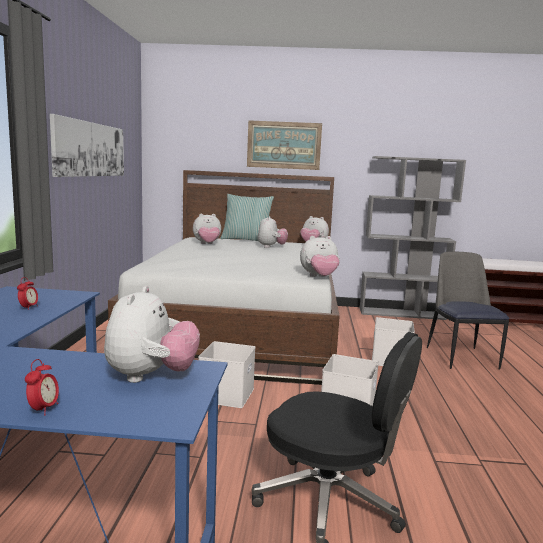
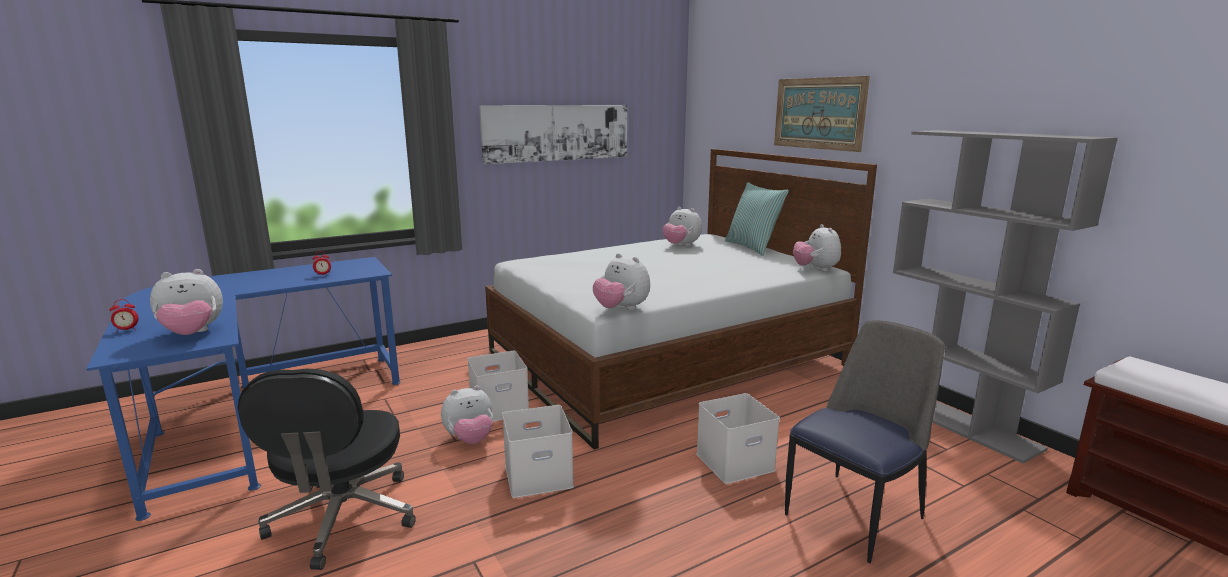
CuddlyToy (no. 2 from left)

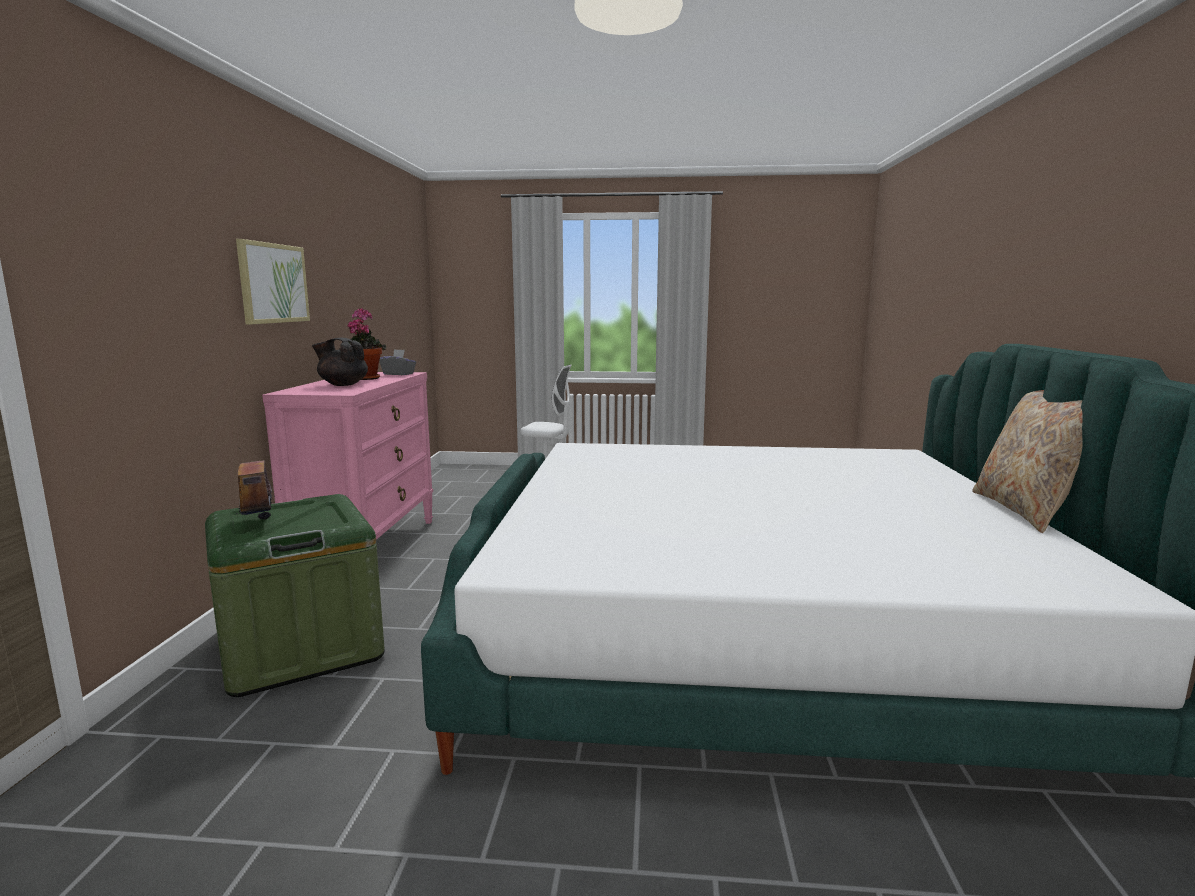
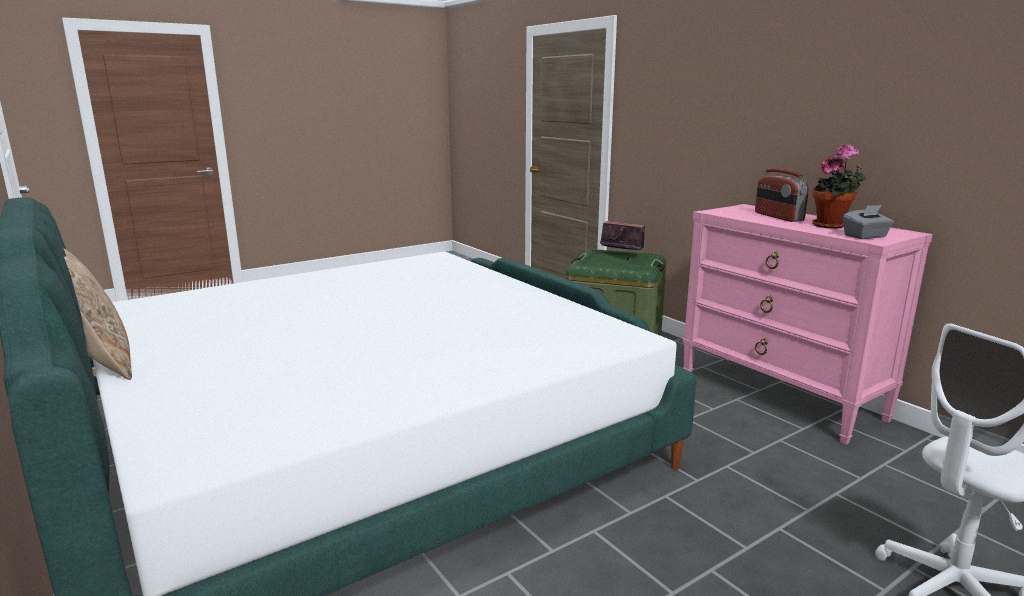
WallArt
RadioReceiver (no. 2 from left)

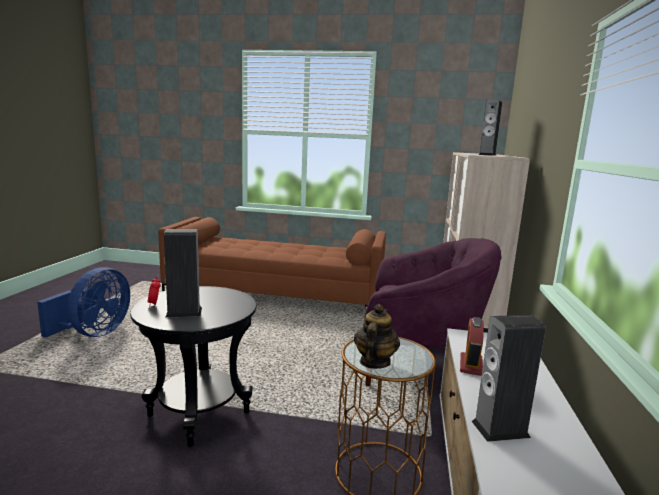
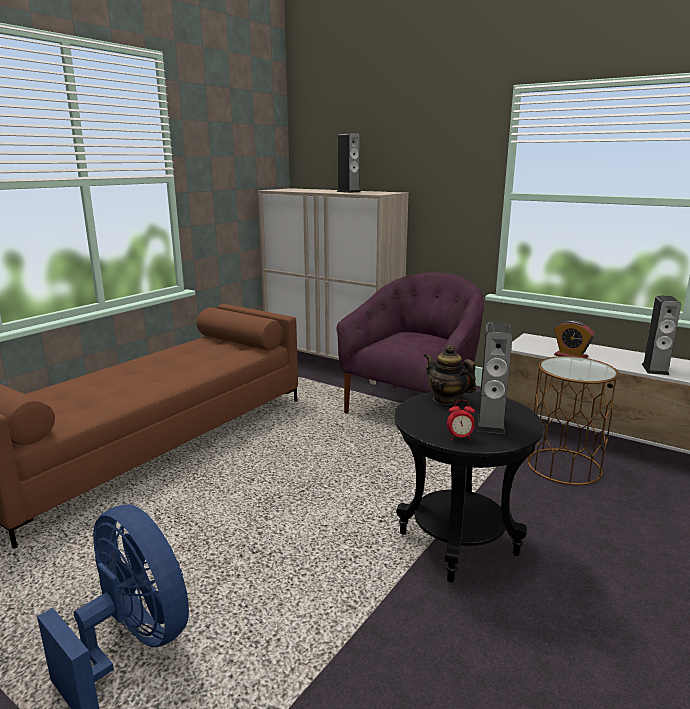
PotForTea

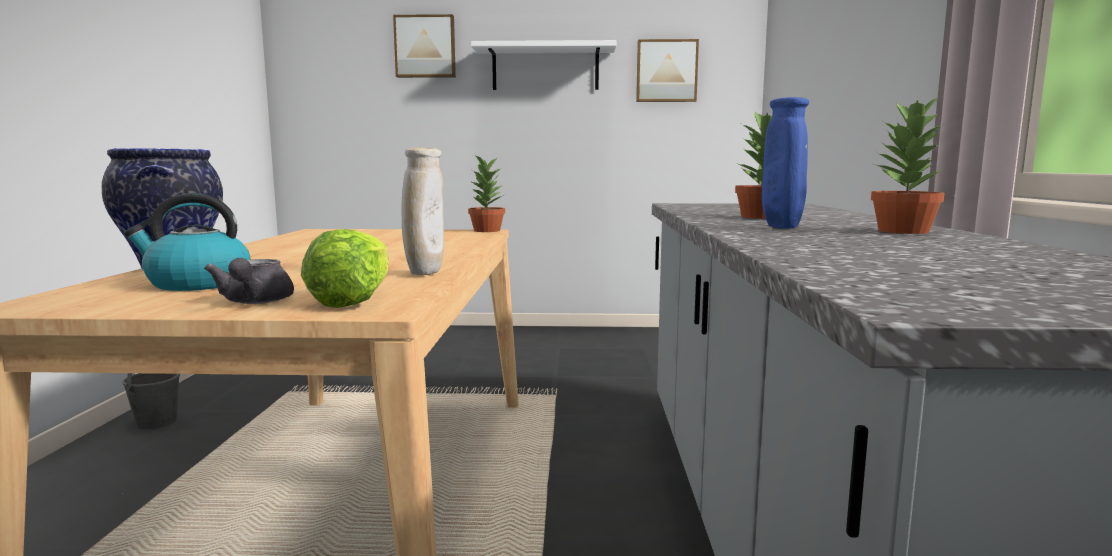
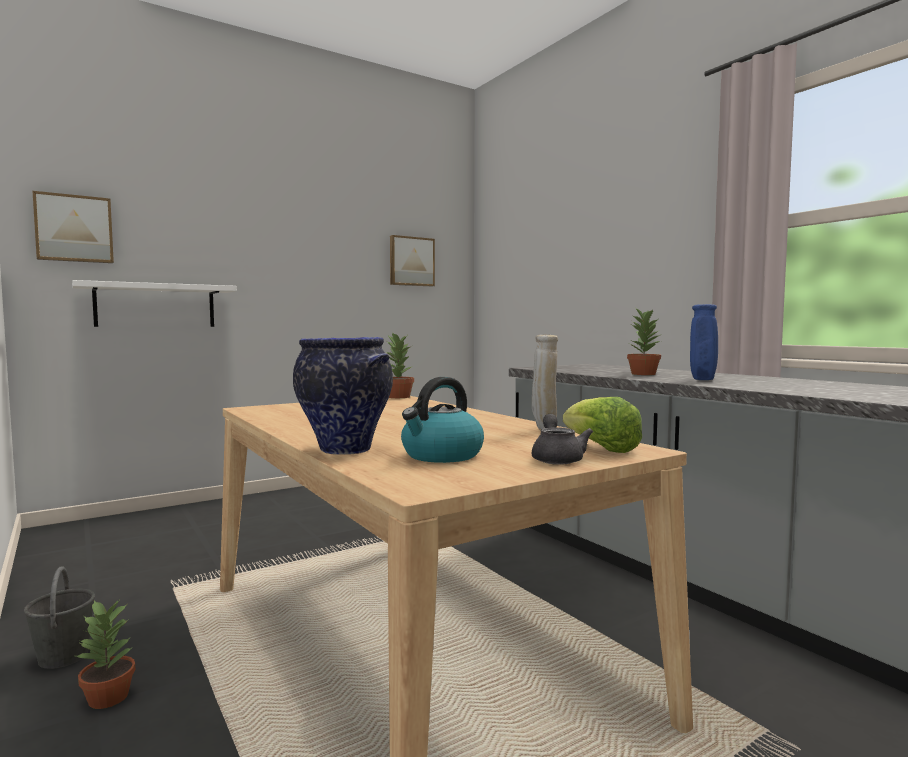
GrayPotForTea
WallArt (no. 1 from left)
WhitishBracketShelf
Houseplant (no. 1 from left)

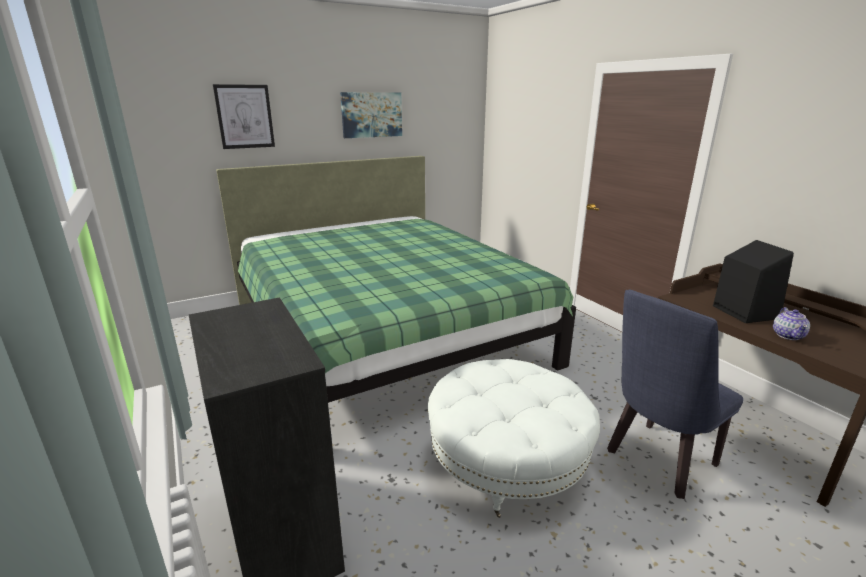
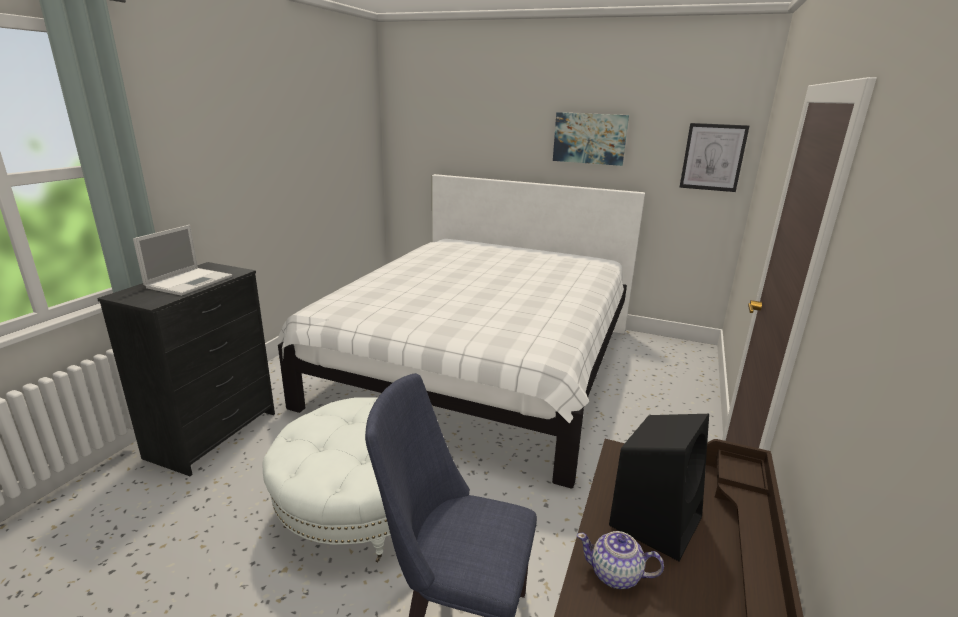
WallArt (no. 2 from left)
WhitishBedroomBed
PotForTea
PortableComputer

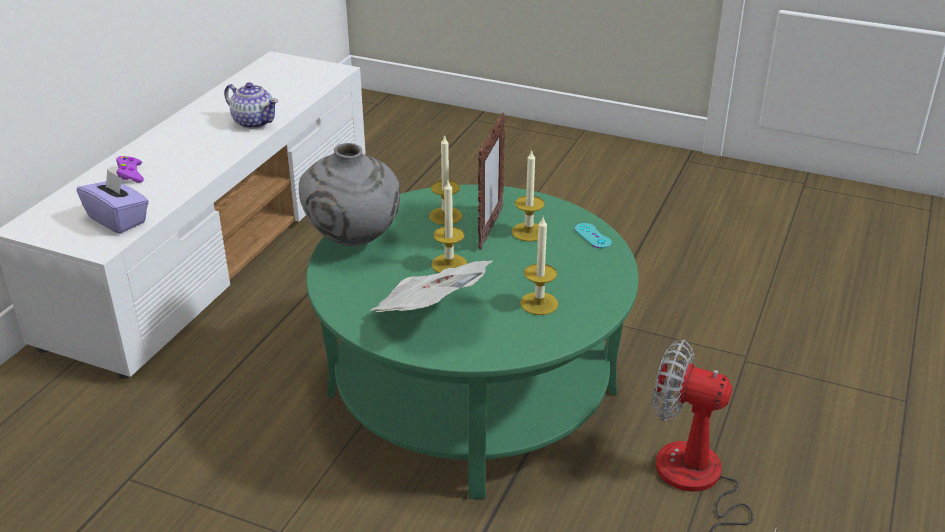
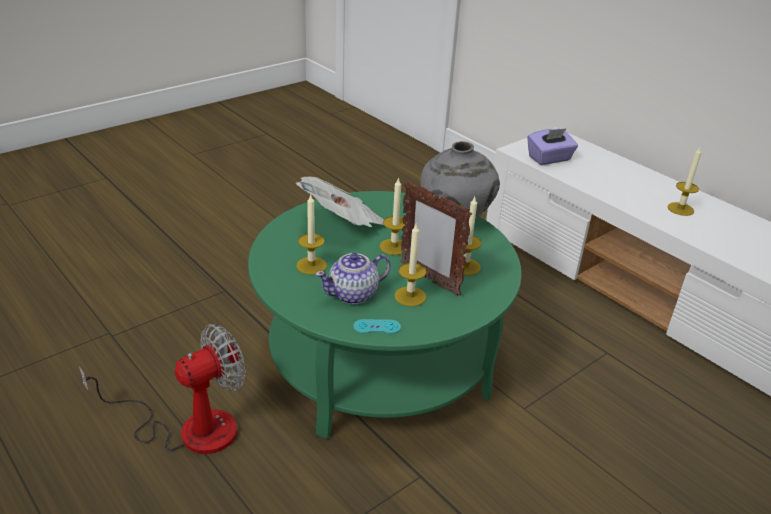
PurpleColouredJoypad
PotForTea
Candle (no. 5 from left)

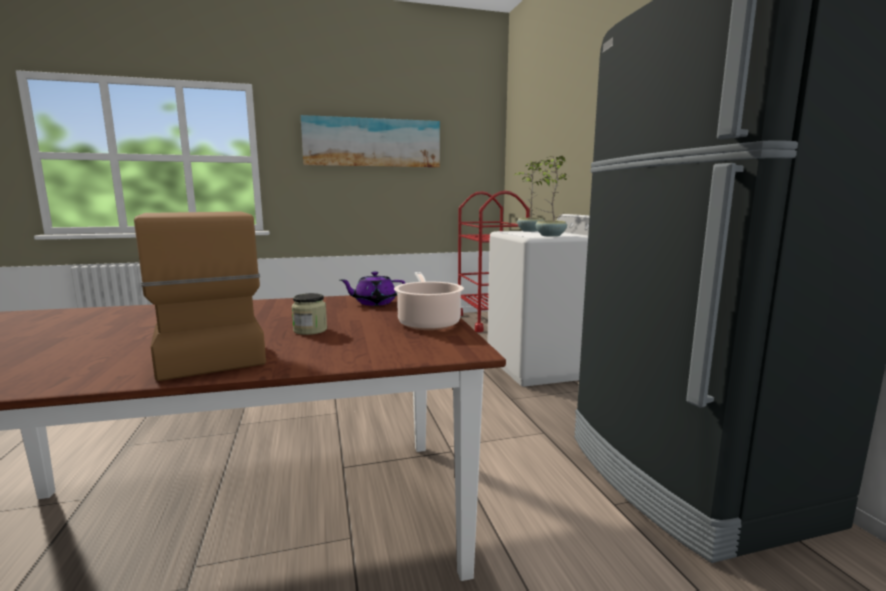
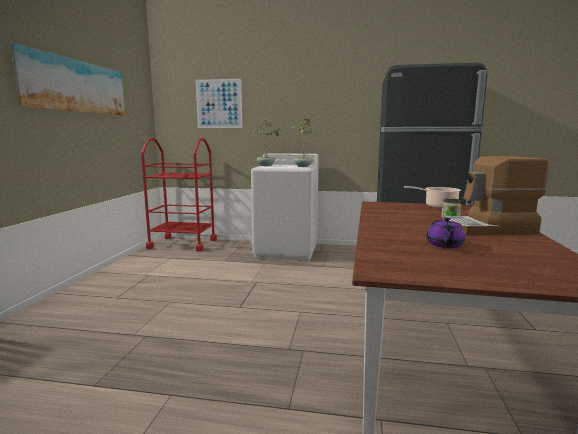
PurpleColouredPotForTea
WallArt (no. 2 from left)

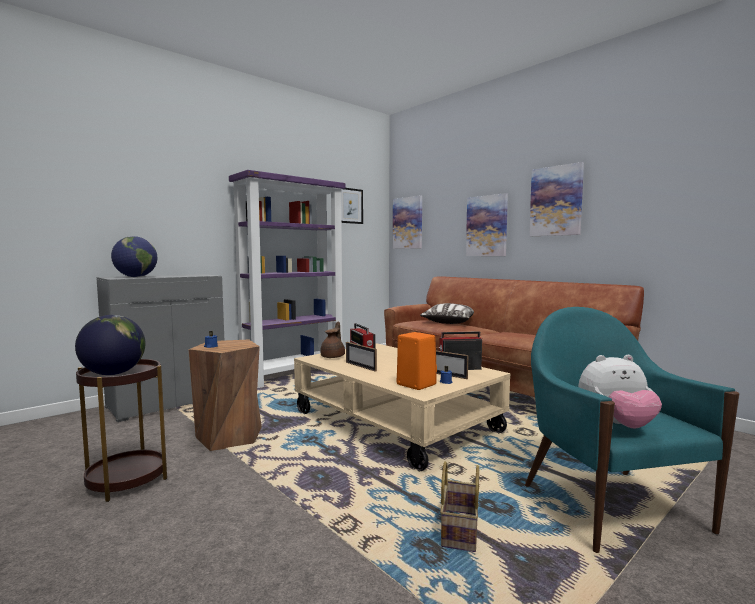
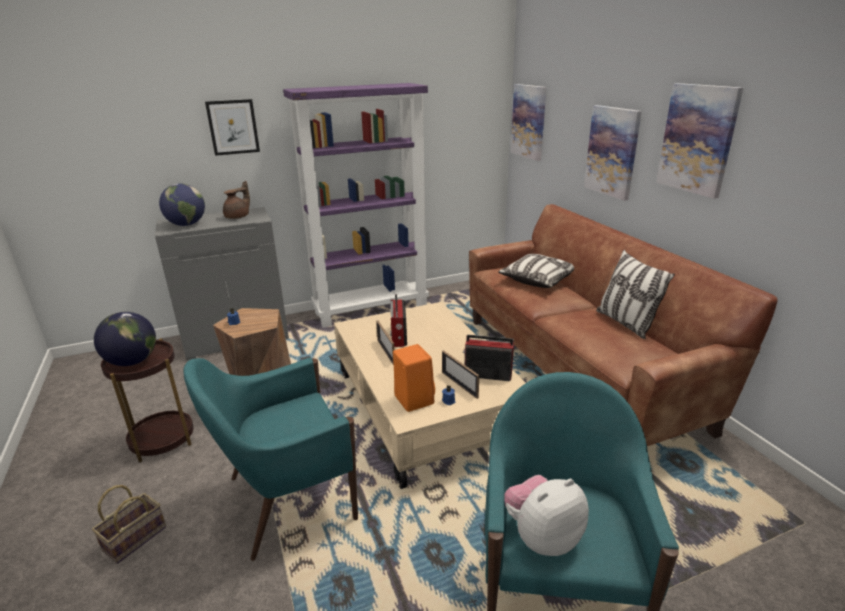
BrownColouredPotForTea
WallArt (no. 1 from left)
HouseholdBasket
CuddlyToy
BlueGreenArmchair (no. 1 from left)
Pillow (no. 2 from left)

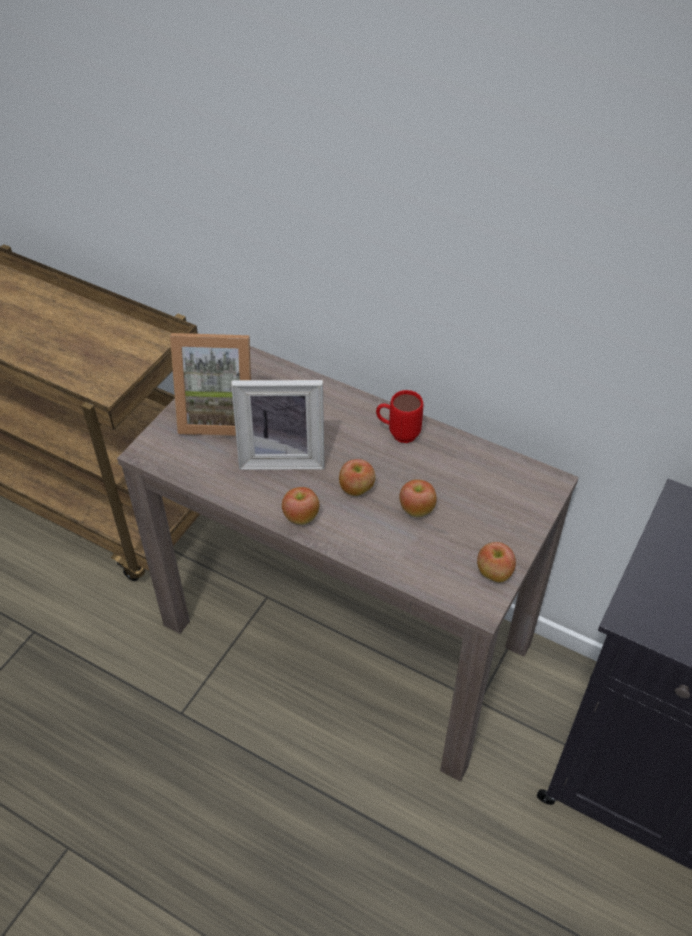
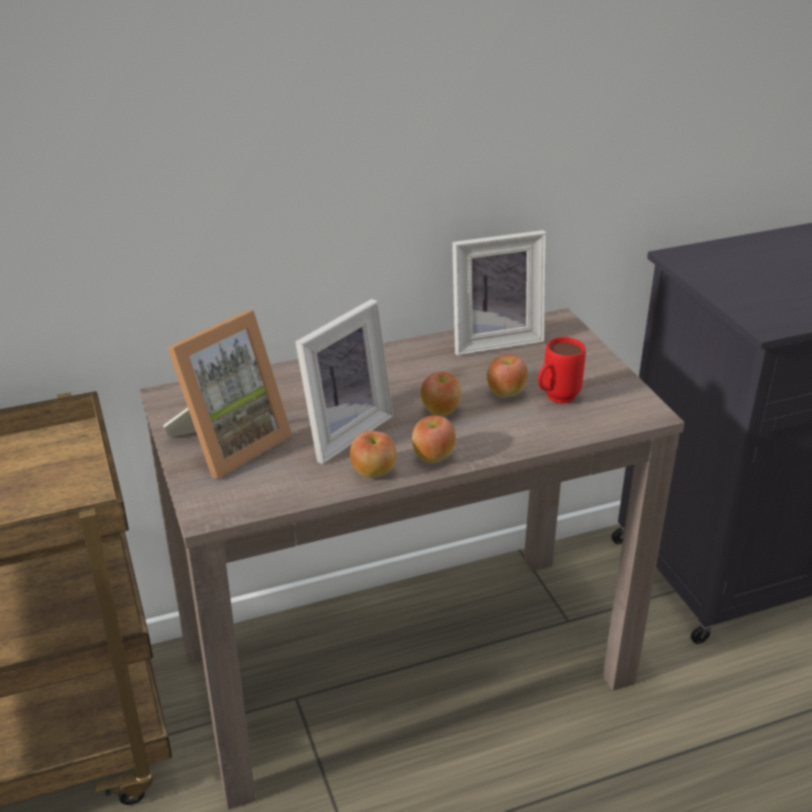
RedMug
Apple (no. 1 from left)
StandingFrame (no. 3 from left)

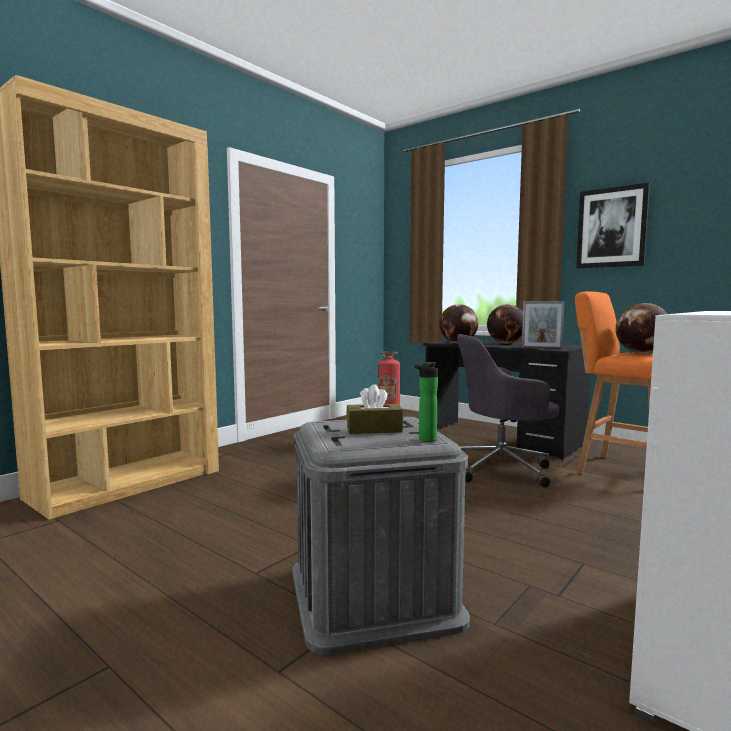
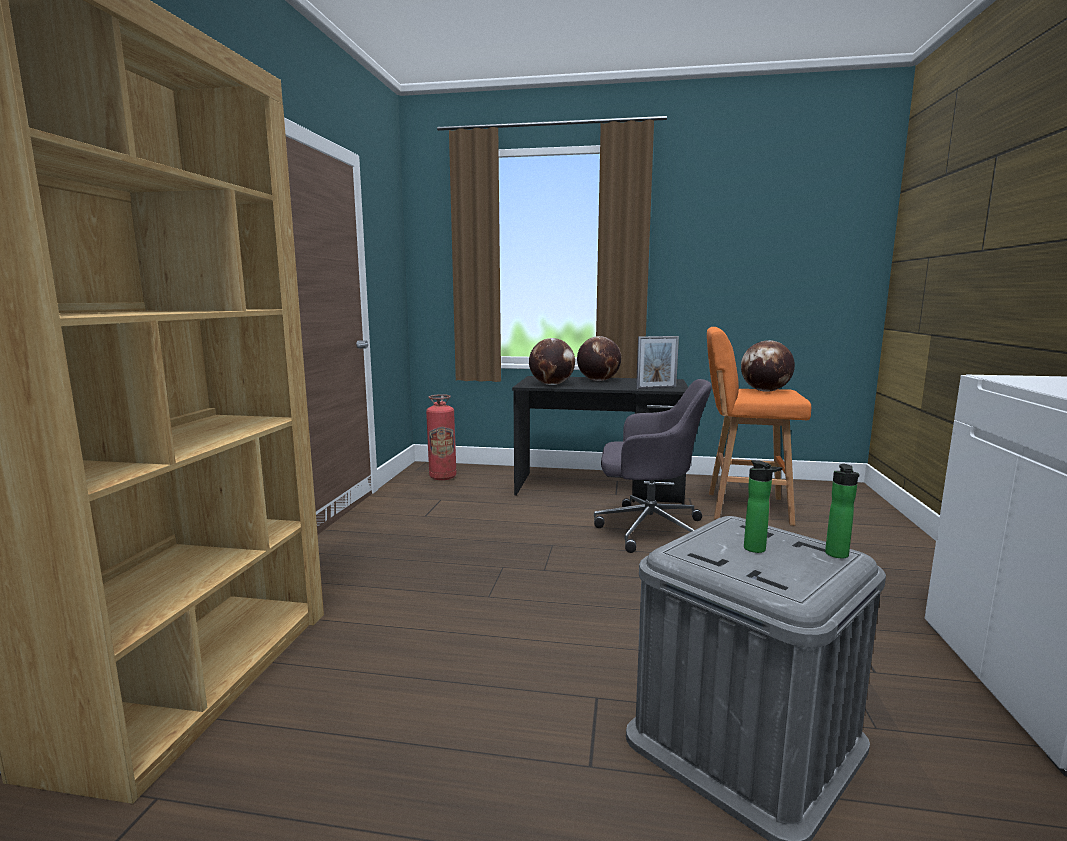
BeverageBottle (no. 1 from left)
GrayOfficeChair
WallArt

